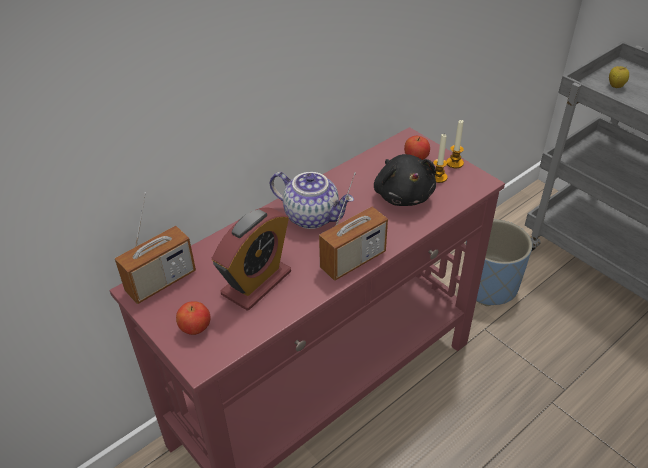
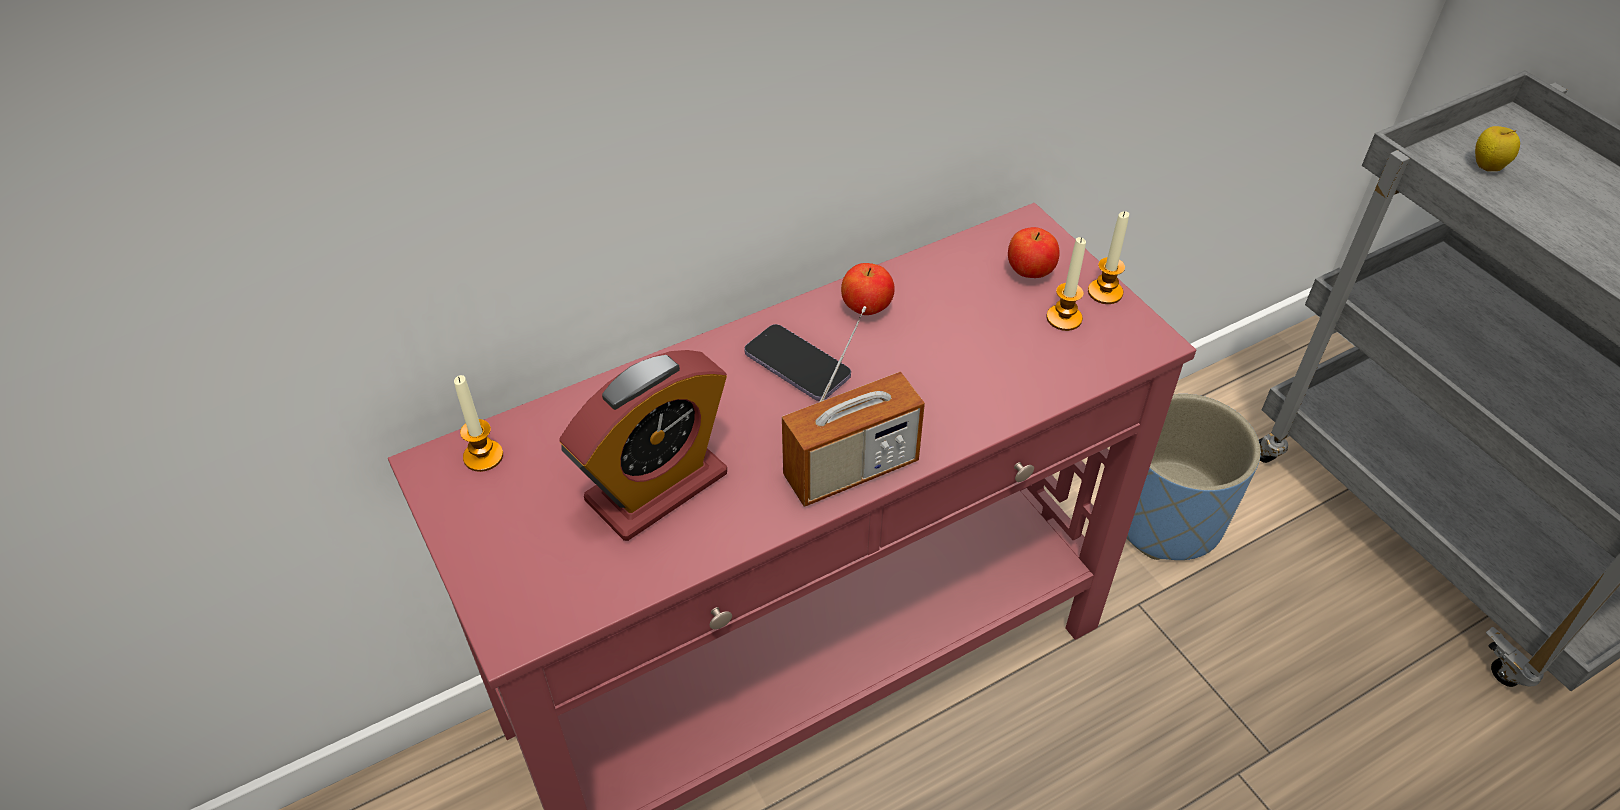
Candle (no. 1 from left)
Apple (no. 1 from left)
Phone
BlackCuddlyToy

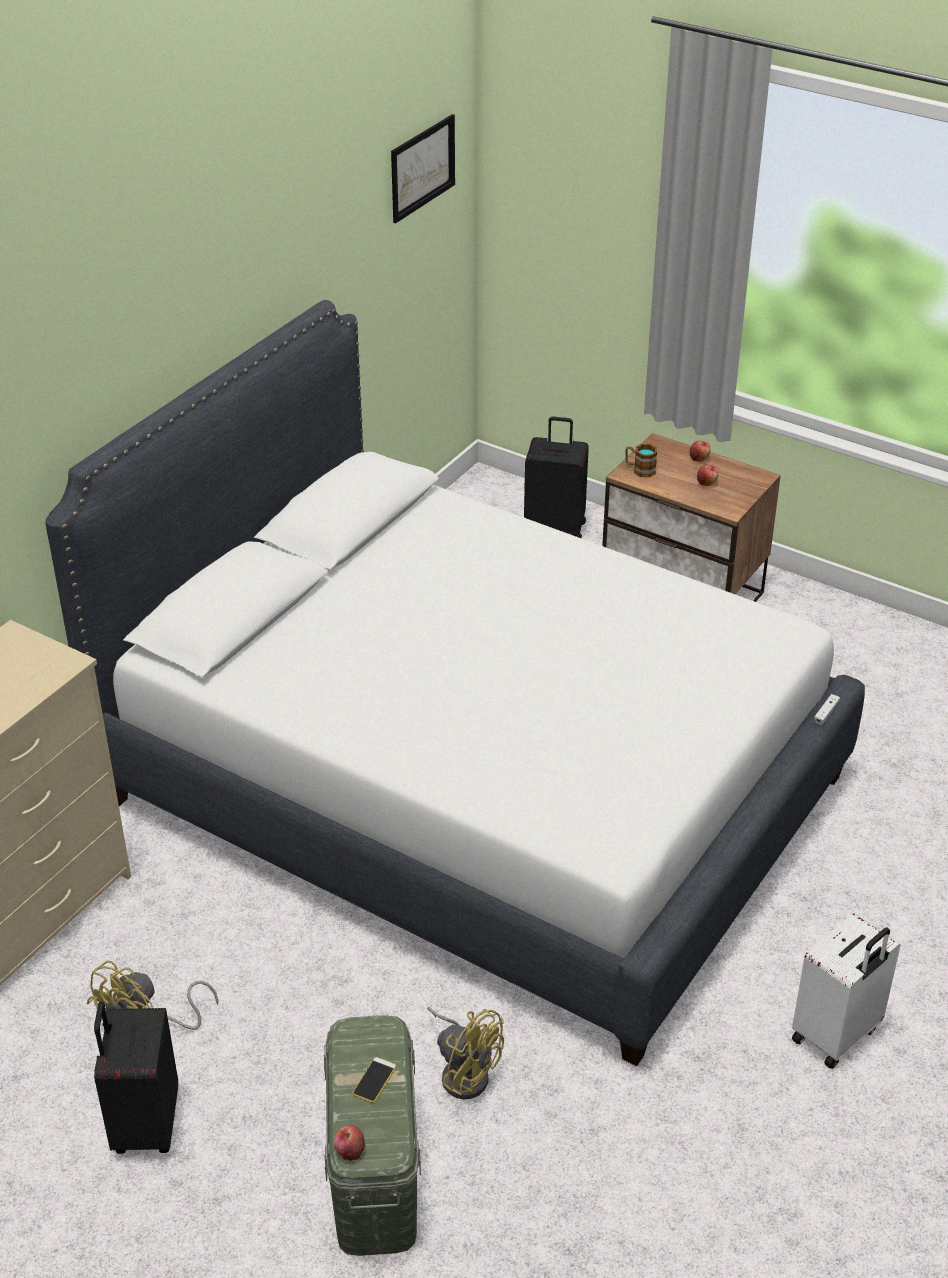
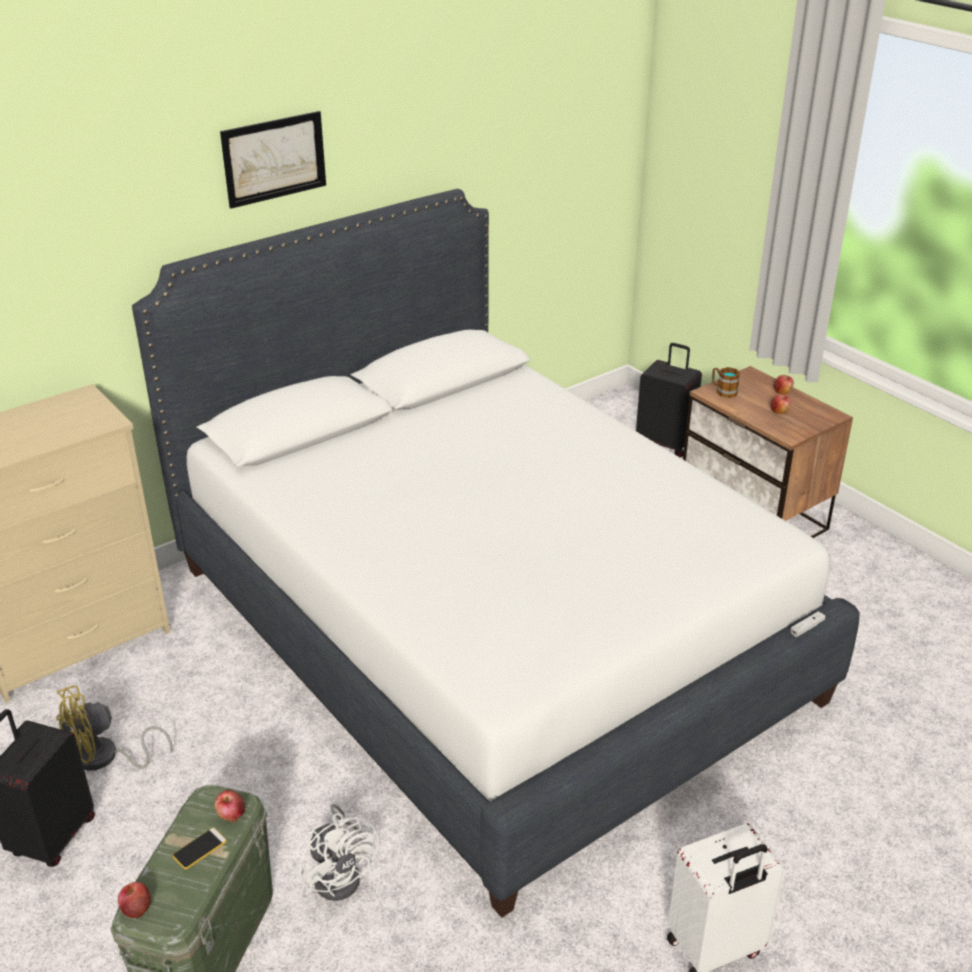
WallArt
WhitishElectricFan
Apple (no. 2 from left)

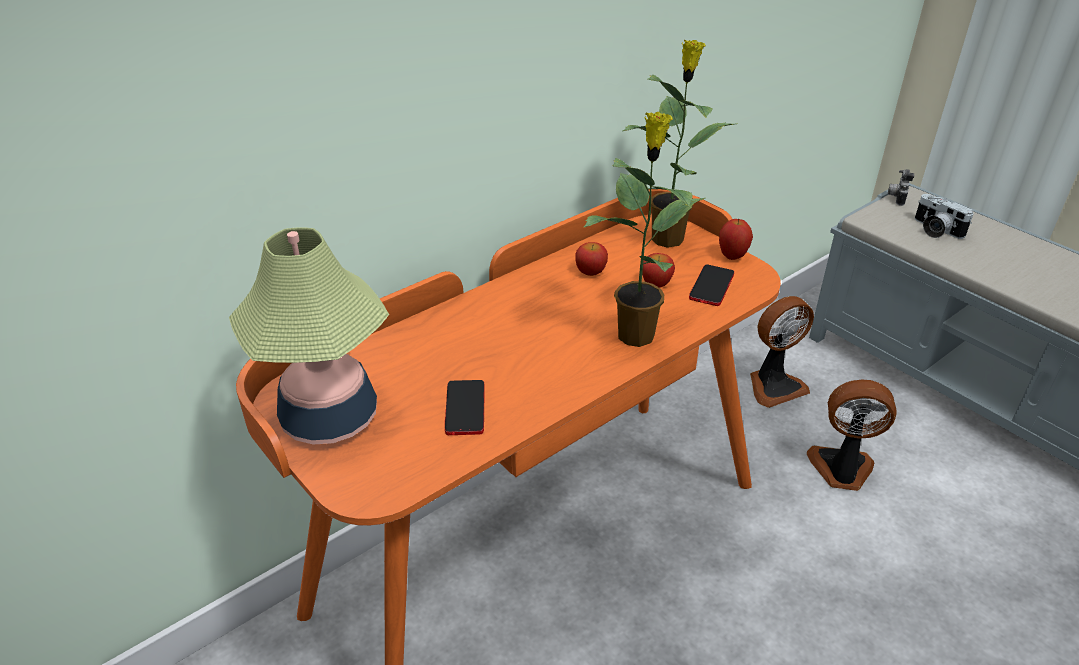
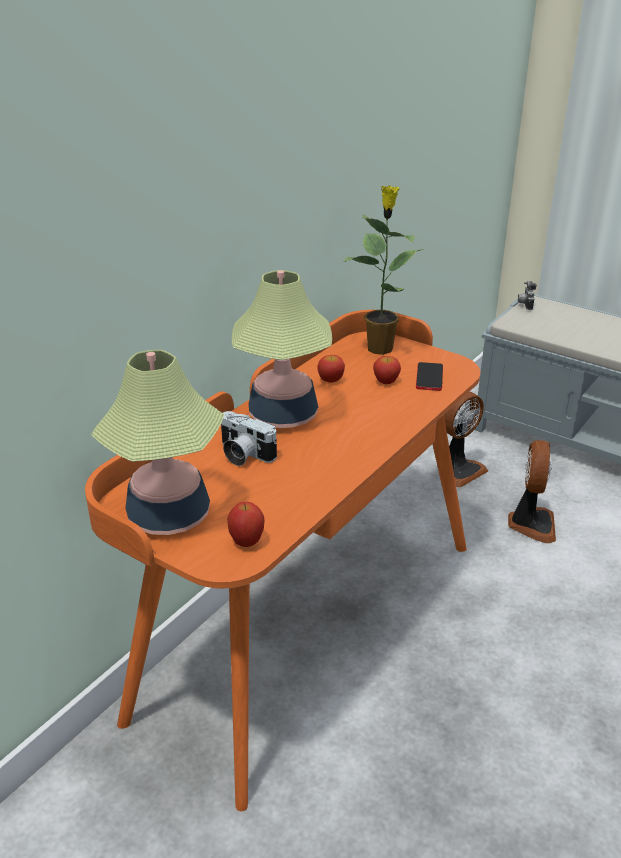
Phone (no. 1 from left in the first image)
Houseplant (no. 1 from left in the first image)
Apple (no. 1 from left)
ElectricFan (no. 2 from left)
StillCamera (no. 1 from left)
TableLamp (no. 2 from left)

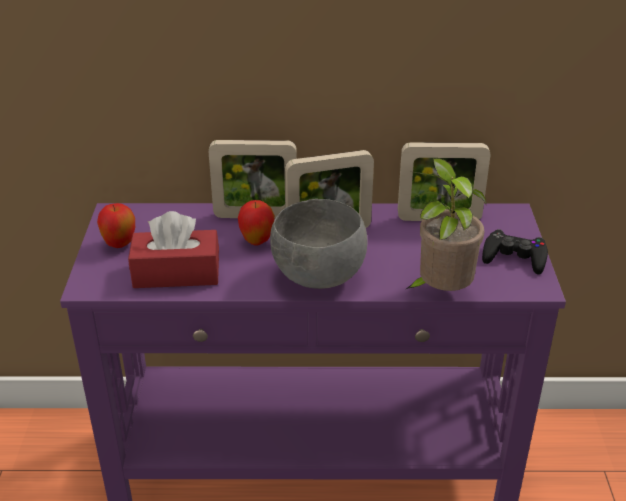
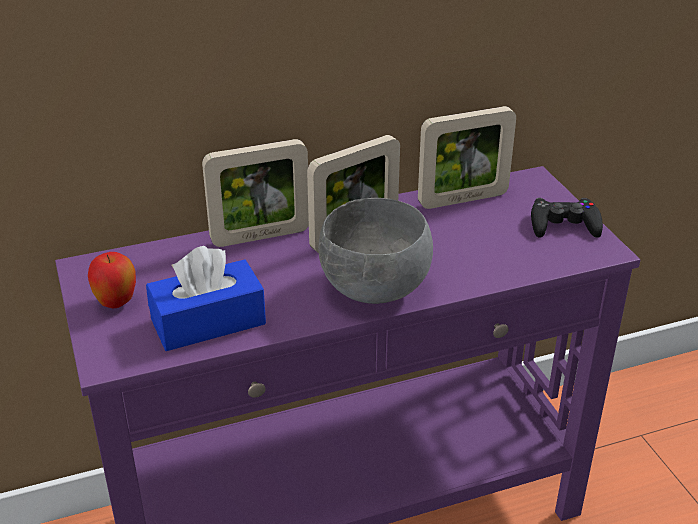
BlueBoxOfTissues
Apple (no. 2 from left in the first image)
Houseplant

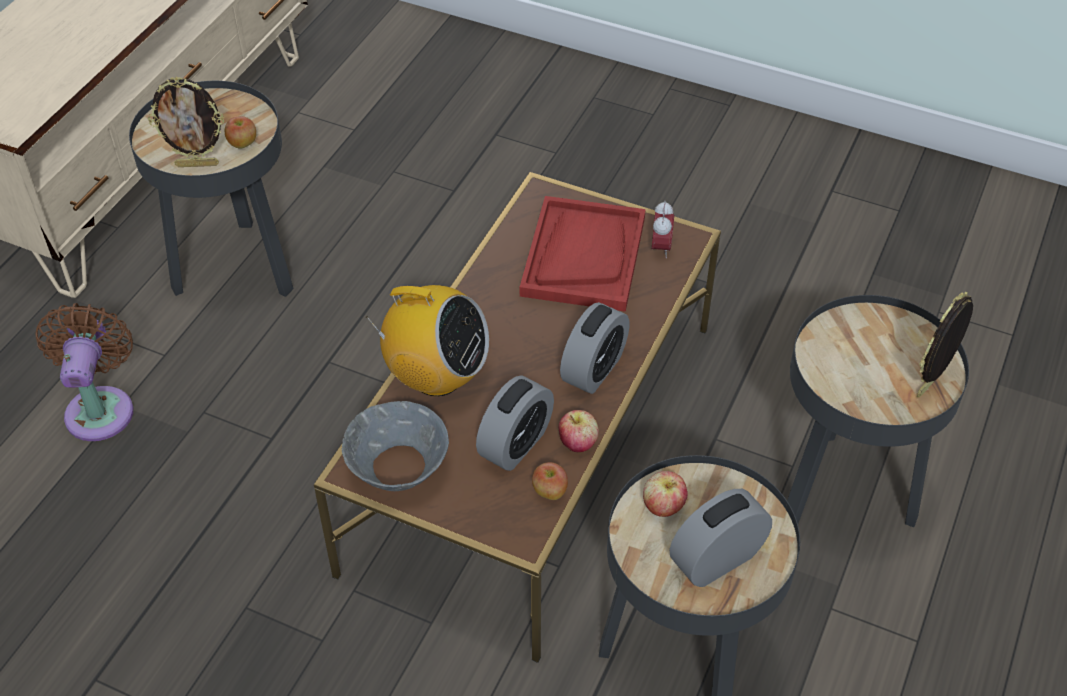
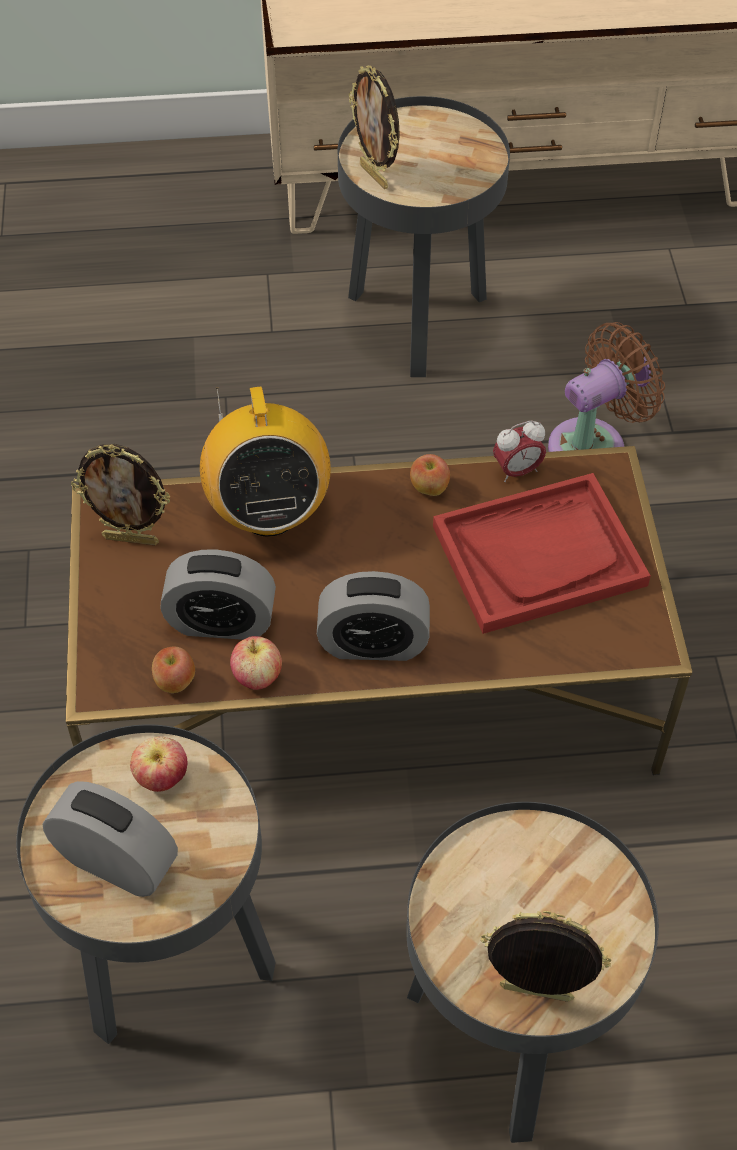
BrownColouredElectricFan
Apple (no. 4 from left)
StandingFrame (no. 1 from left)
BedsideClock (no. 4 from left)

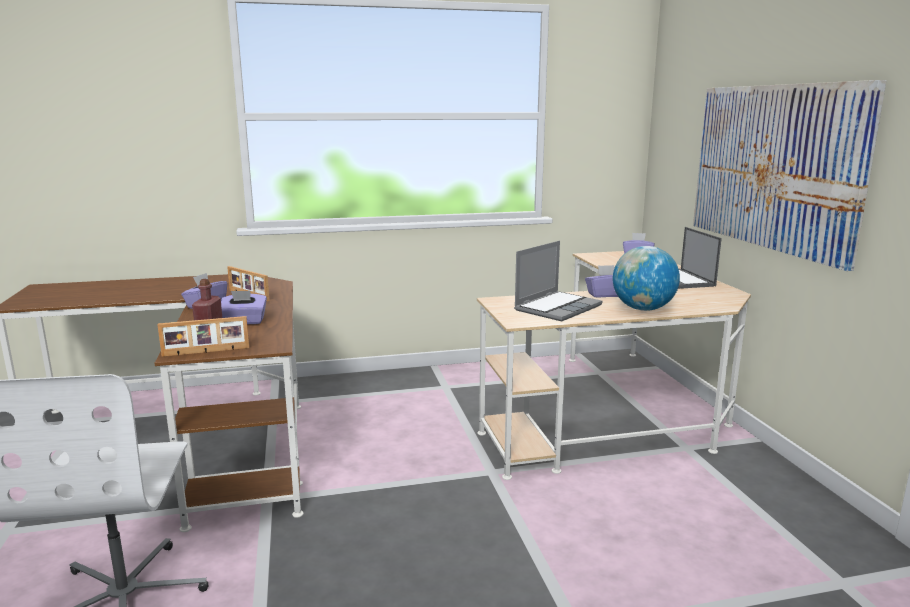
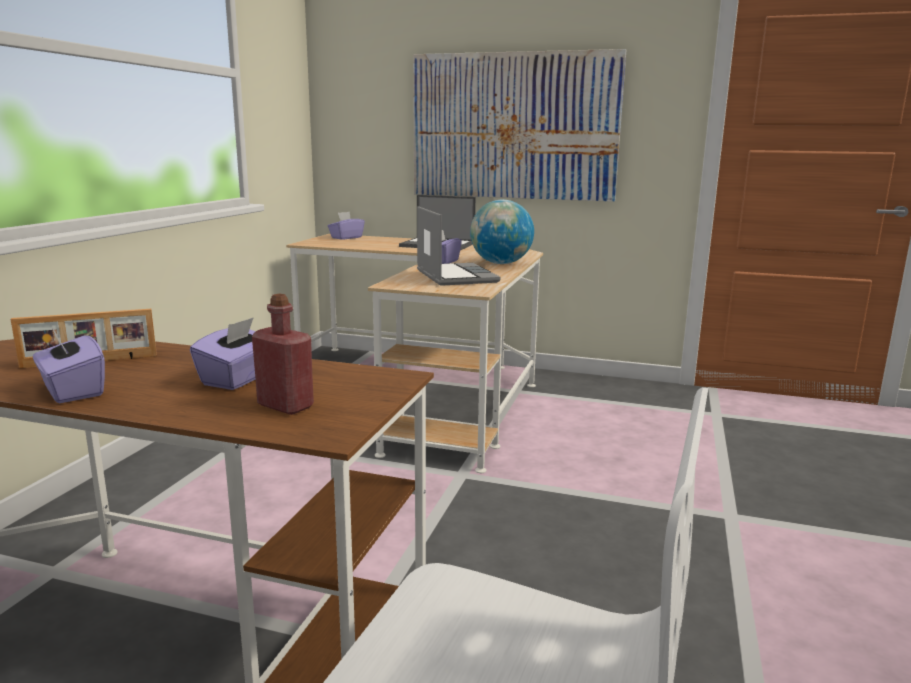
StandingFrame (no. 1 from left in the first image)

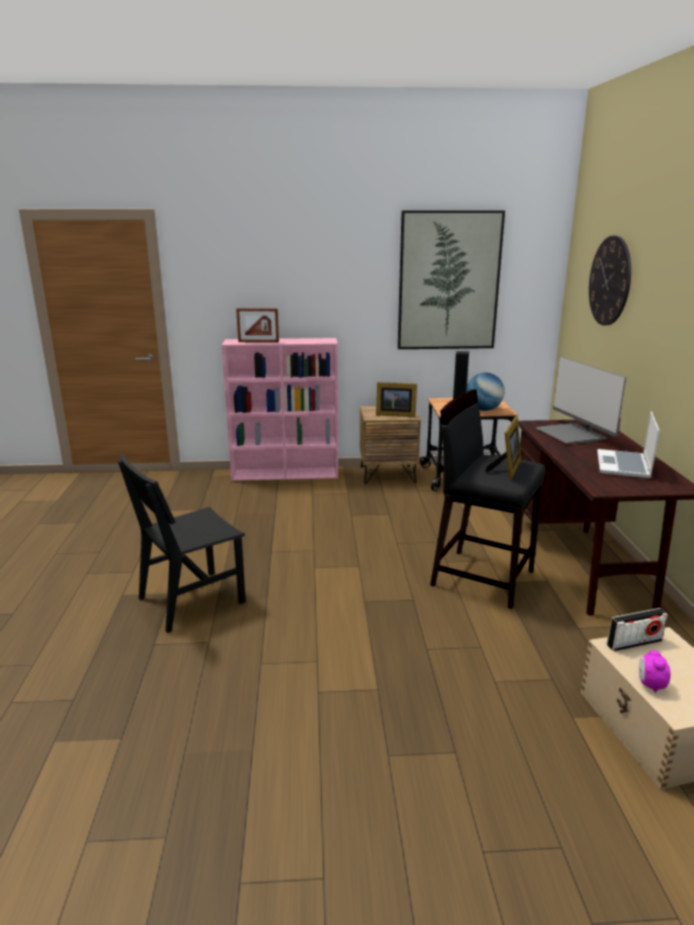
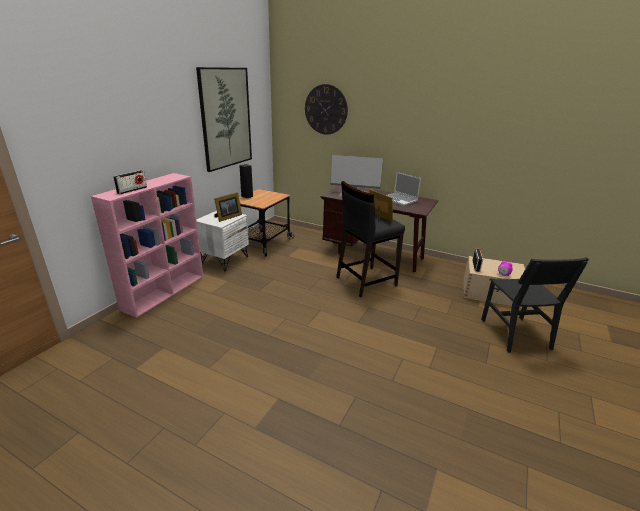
BlackChair
RadioReceiver (no. 1 from left)
WhitishNightTable
WorldGlobe

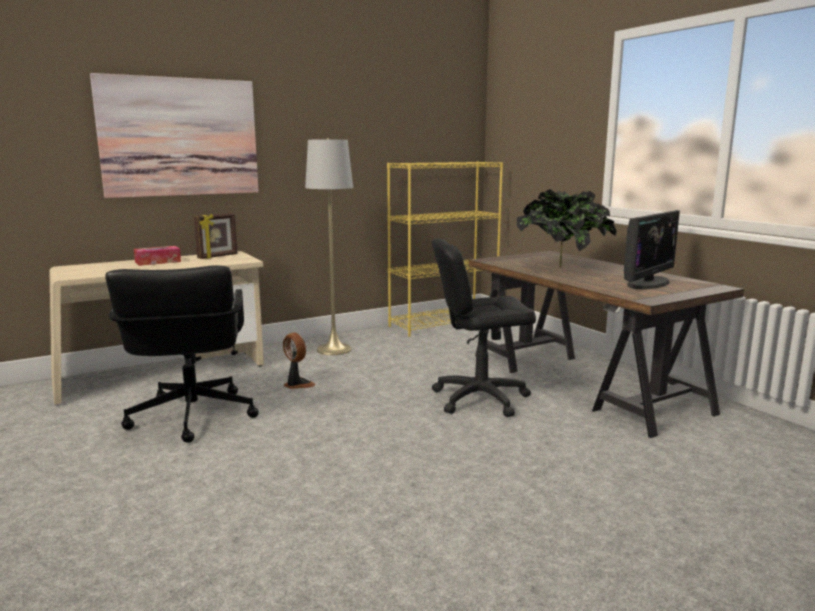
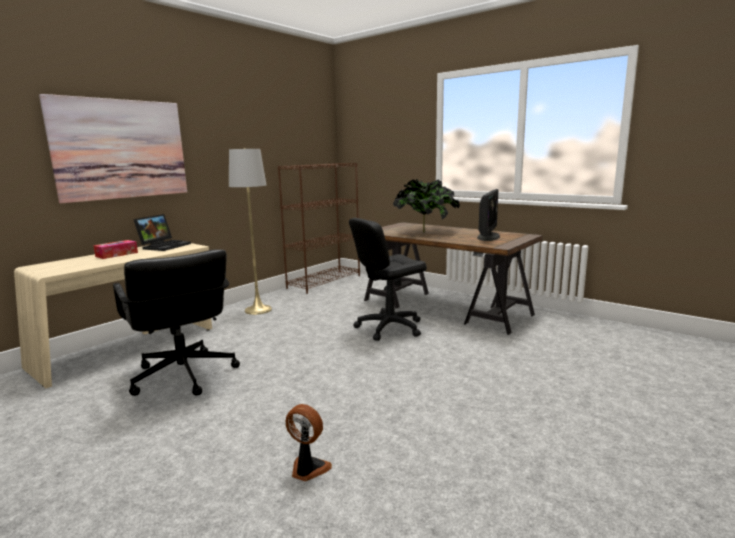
PortableComputer
ElectricFan
BrownColouredBookcase

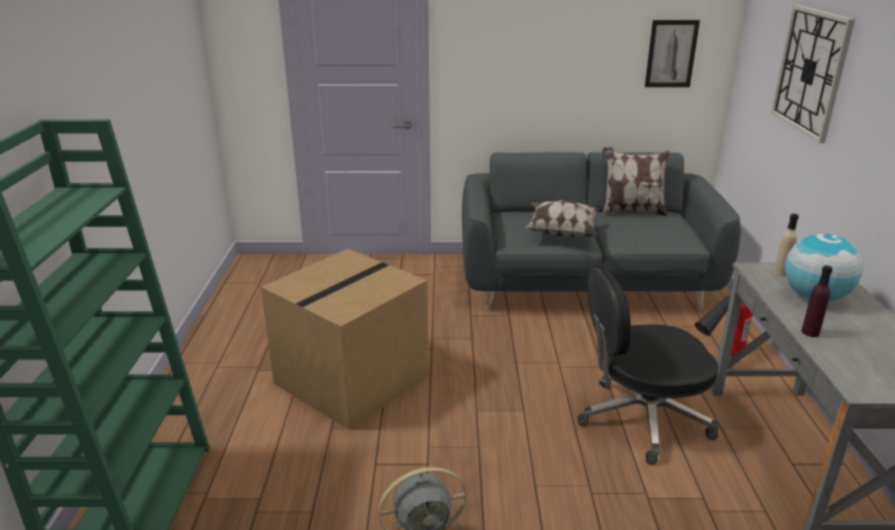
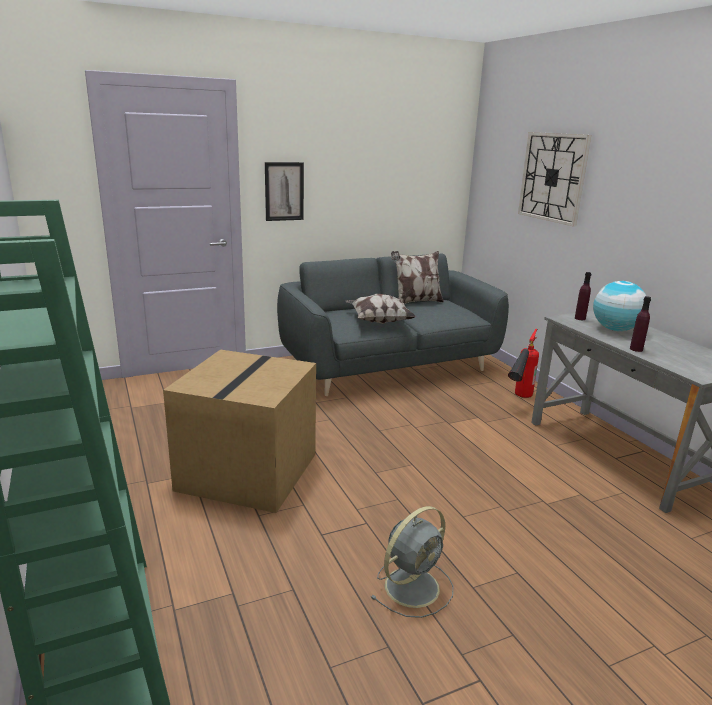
BlackOfficeChair
WallArt
PurpleColouredBeverageBottle (no. 1 from left)

